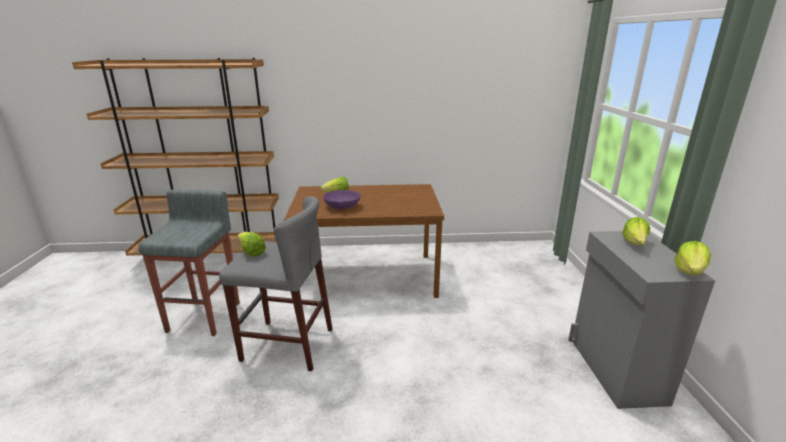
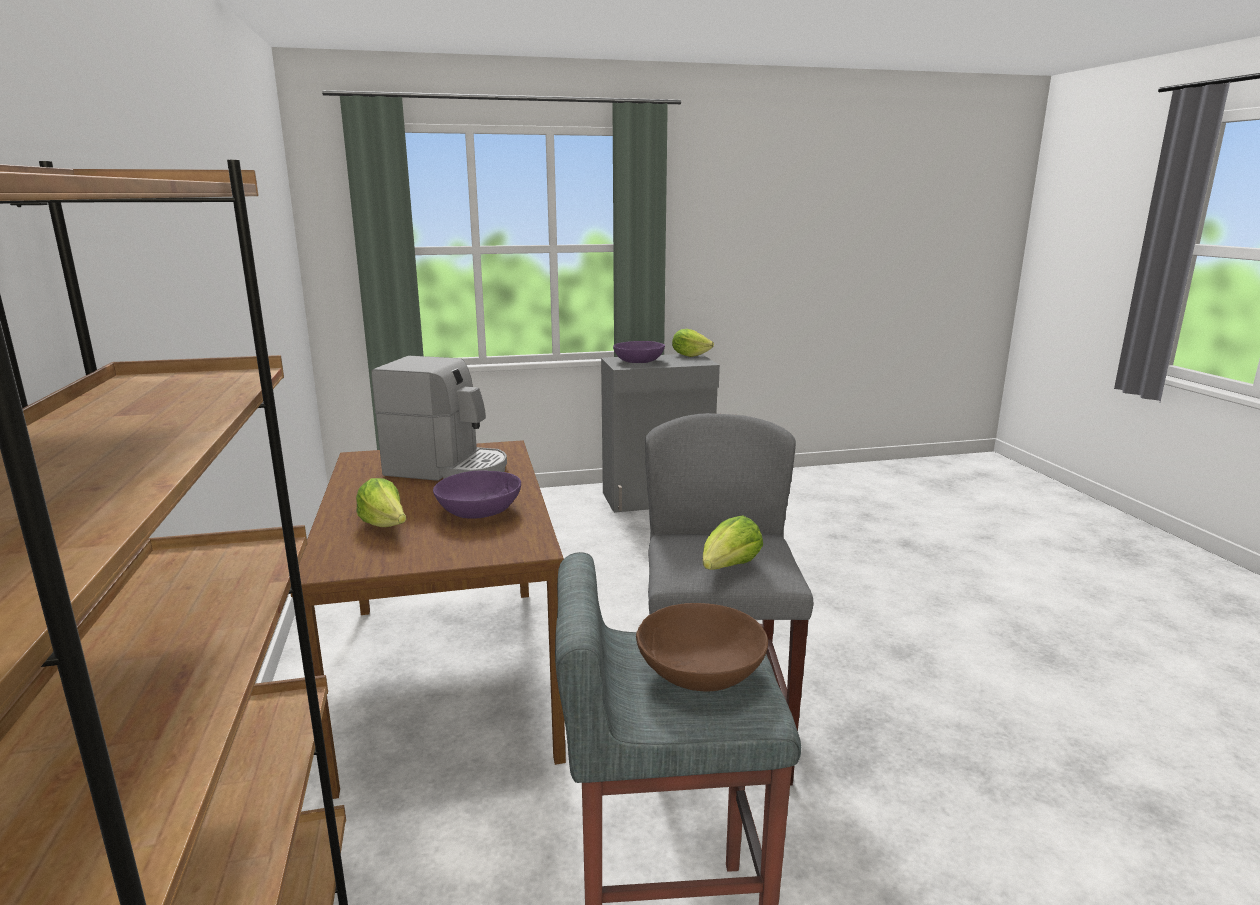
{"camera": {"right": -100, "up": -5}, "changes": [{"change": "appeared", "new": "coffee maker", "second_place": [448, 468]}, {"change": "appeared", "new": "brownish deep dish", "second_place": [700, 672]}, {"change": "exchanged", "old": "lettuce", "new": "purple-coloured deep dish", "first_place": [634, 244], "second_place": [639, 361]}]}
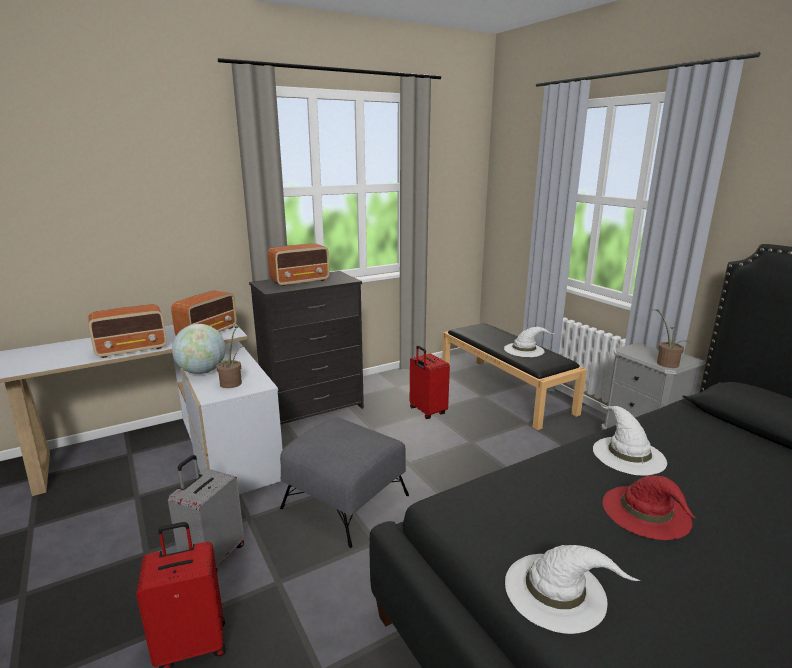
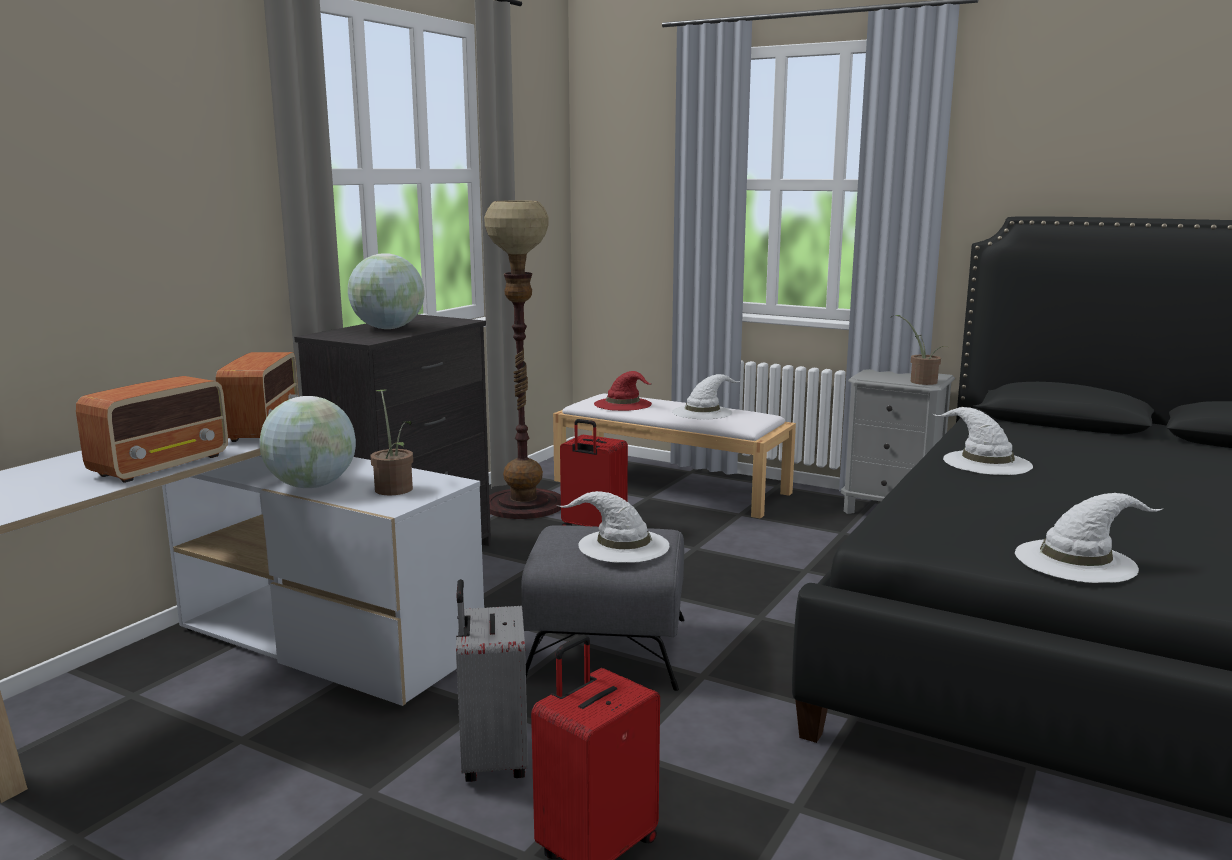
{"camera": {"right": -30, "up": -5}, "changes": [{"change": "appeared", "new": "standard lamp", "second_place": [524, 505]}, {"change": "appeared", "new": "white-coloured wearable hat", "second_place": [622, 545]}, {"change": "relocated", "old": "reddish wearable hat", "first_place": [647, 512], "second_place": [623, 404]}, {"change": "exchanged", "old": "radio", "new": "globe", "first_place": [301, 281], "second_place": [388, 328]}, {"change": "colour", "old": "black-coloured bench", "new": "white-coloured bench", "first_place": [506, 391], "second_place": [672, 487]}]}
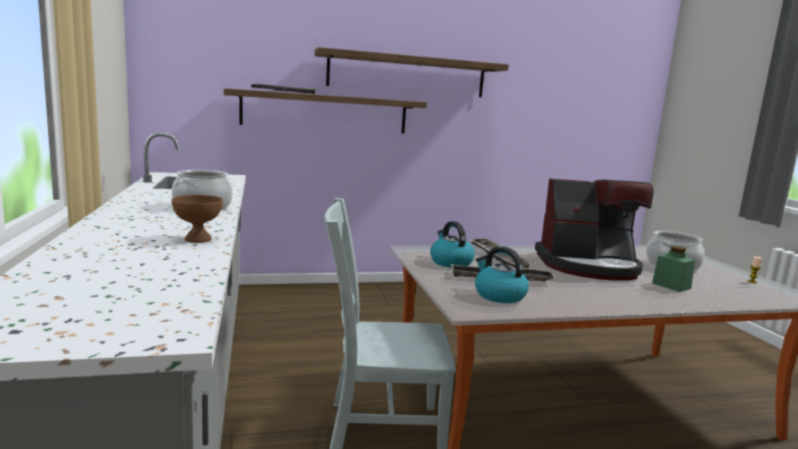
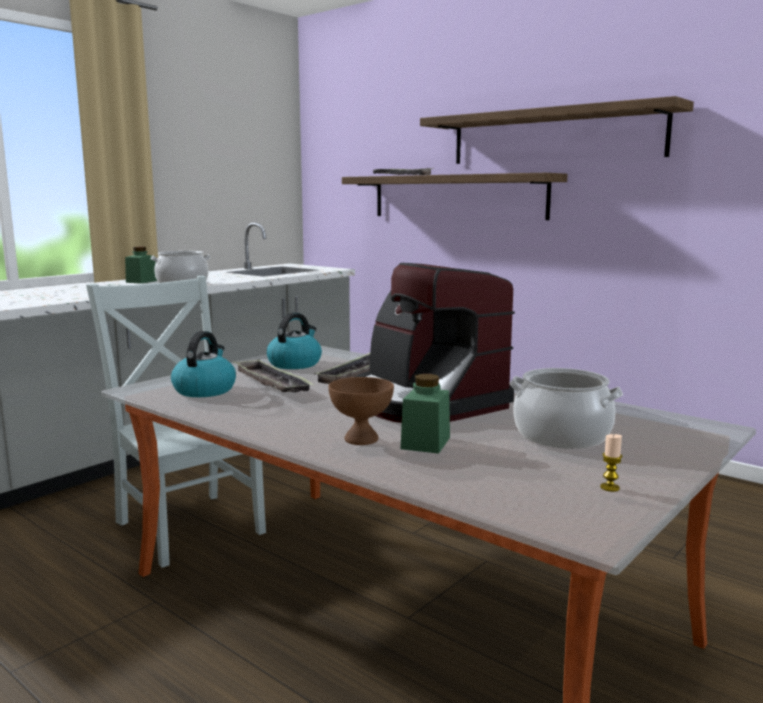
{"camera": {"right": 55, "up": 0}, "changes": [{"change": "appeared", "new": "green-coloured jar", "second_place": [142, 281]}, {"change": "relocated", "old": "brownish deep dish", "first_place": [198, 239], "second_place": [361, 439]}]}
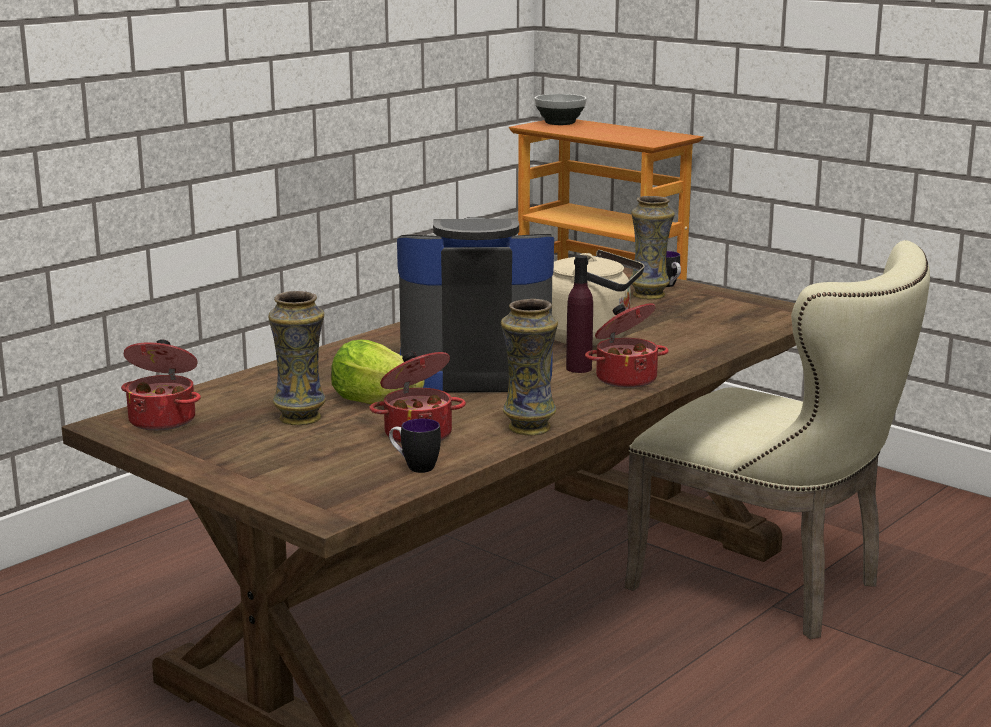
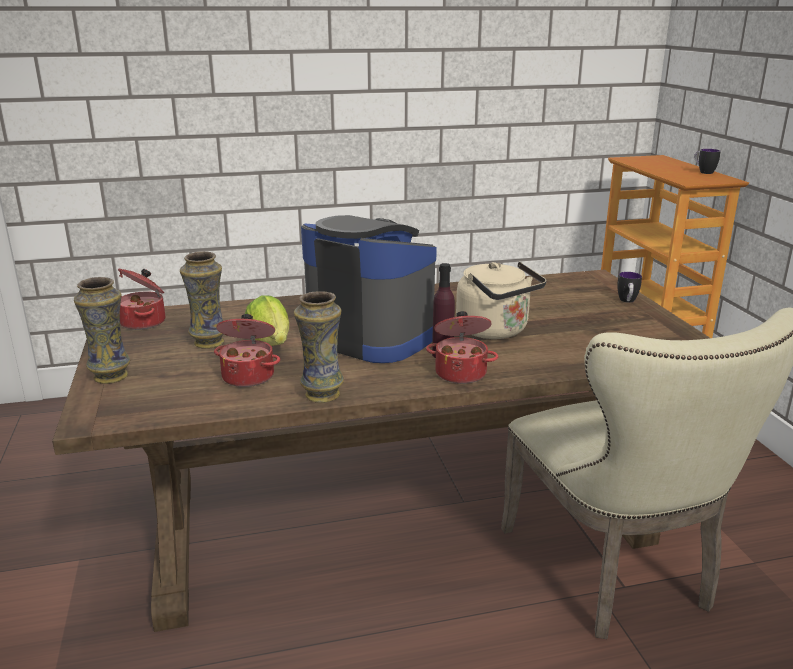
{"camera": {"right": 35, "up": 5}, "changes": [{"change": "missing", "old": "deep dish", "first_place": [559, 123]}, {"change": "relocated", "old": "mug", "first_place": [414, 467], "second_place": [703, 172]}, {"change": "relocated", "old": "decorative vase", "first_place": [649, 295], "second_place": [111, 377]}]}
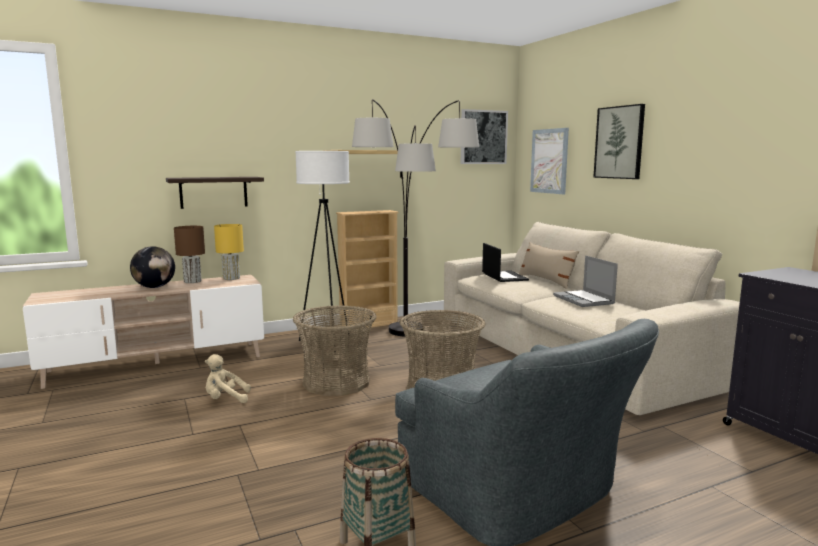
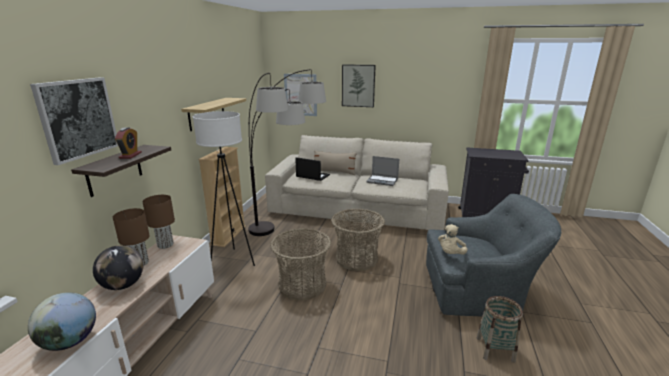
{"camera": {"right": -50, "up": 10}, "changes": [{"change": "appeared", "new": "globe", "second_place": [70, 342]}, {"change": "appeared", "new": "alarm clock", "second_place": [130, 155]}, {"change": "relocated", "old": "beige-coloured plush toy", "first_place": [225, 399], "second_place": [450, 254]}, {"change": "relocated", "old": "wall picture", "first_place": [483, 137], "second_place": [78, 118]}, {"change": "colour", "old": "yellow-coloured table lamp", "new": "brownish table lamp", "first_place": [231, 278], "second_place": [165, 245]}]}
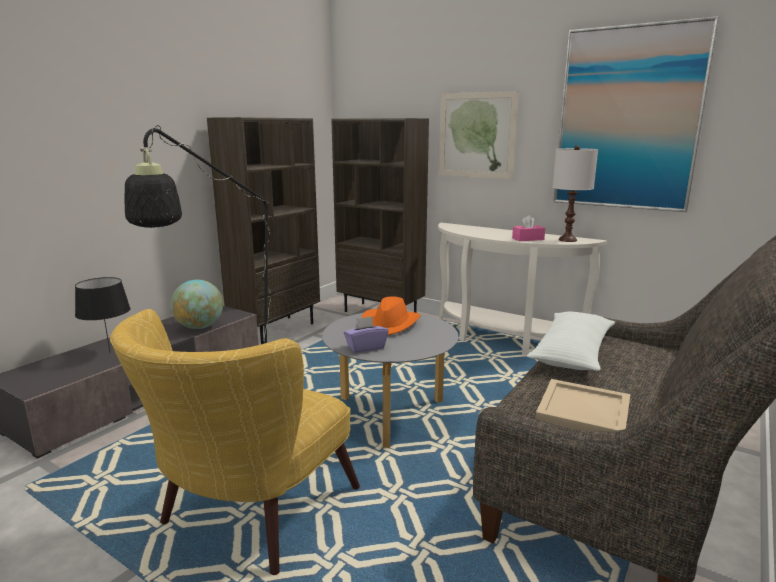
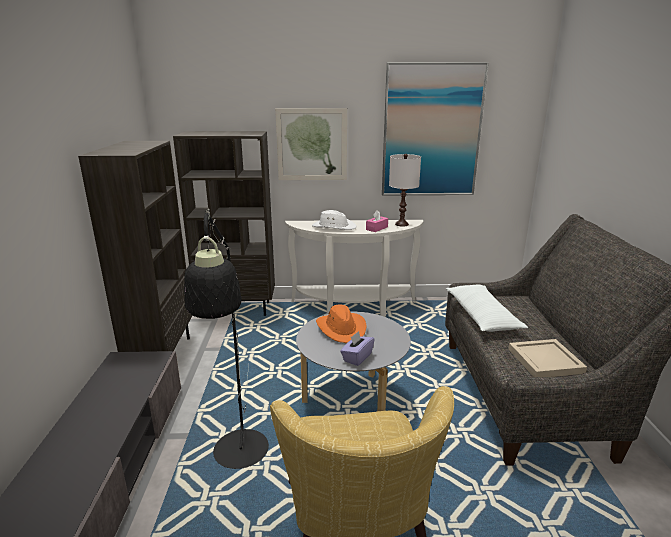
{"camera": {"right": -35, "up": 5}, "changes": [{"change": "missing", "old": "black-coloured table lamp", "first_place": [110, 353]}, {"change": "missing", "old": "globe", "first_place": [199, 327]}, {"change": "appeared", "new": "white-coloured wearable hat", "second_place": [333, 227]}]}
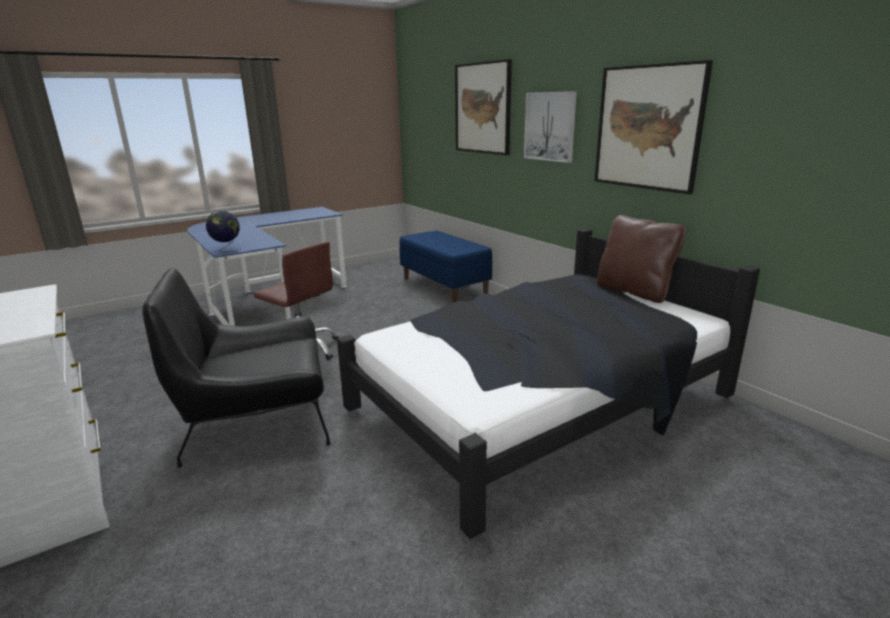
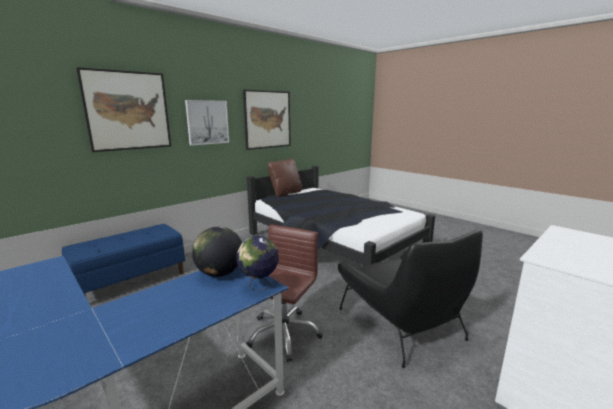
{"camera": {"right": -100, "up": -5}, "changes": [{"change": "appeared", "new": "globe", "second_place": [220, 273]}]}
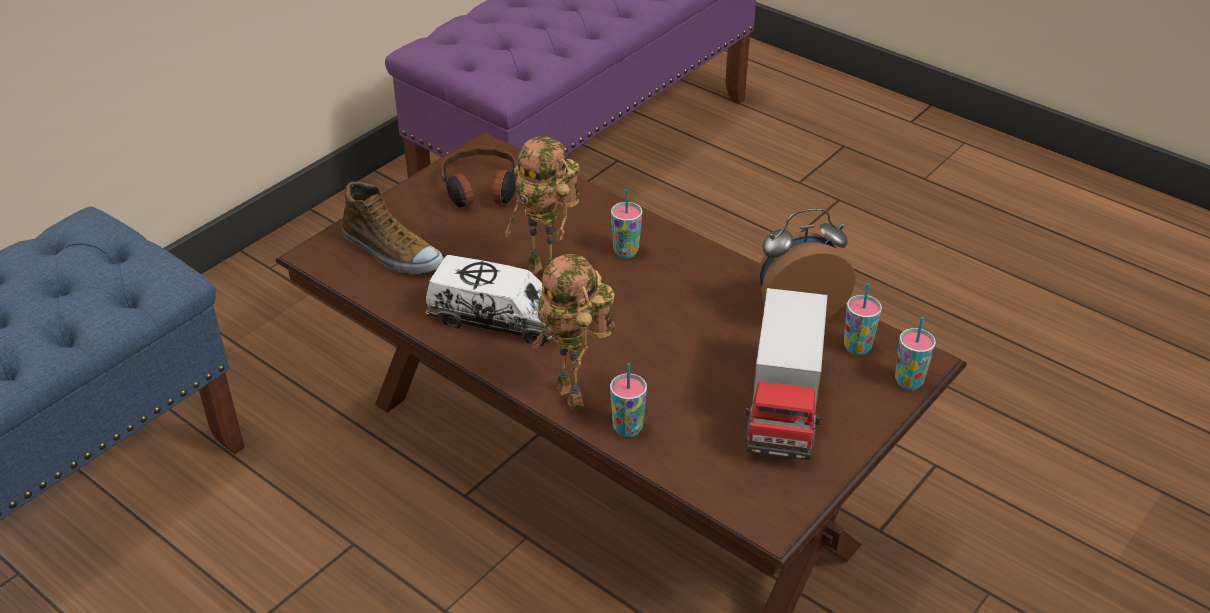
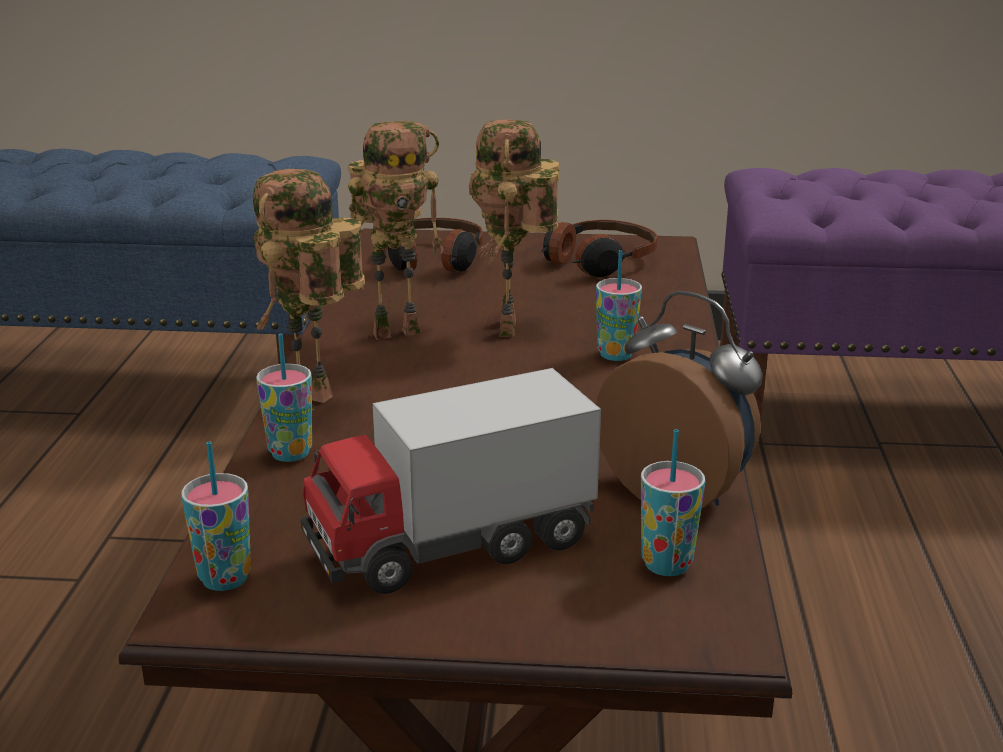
{"camera": {"right": 55, "up": -15}, "changes": [{"change": "relocated", "old": "cup", "first_place": [908, 382], "second_place": [225, 579]}, {"change": "exchanged", "old": "low shoe", "new": "headphones", "first_place": [391, 252], "second_place": [433, 260]}, {"change": "exchanged", "old": "toy lorry", "new": "robot figure", "first_place": [497, 318], "second_place": [398, 331]}]}
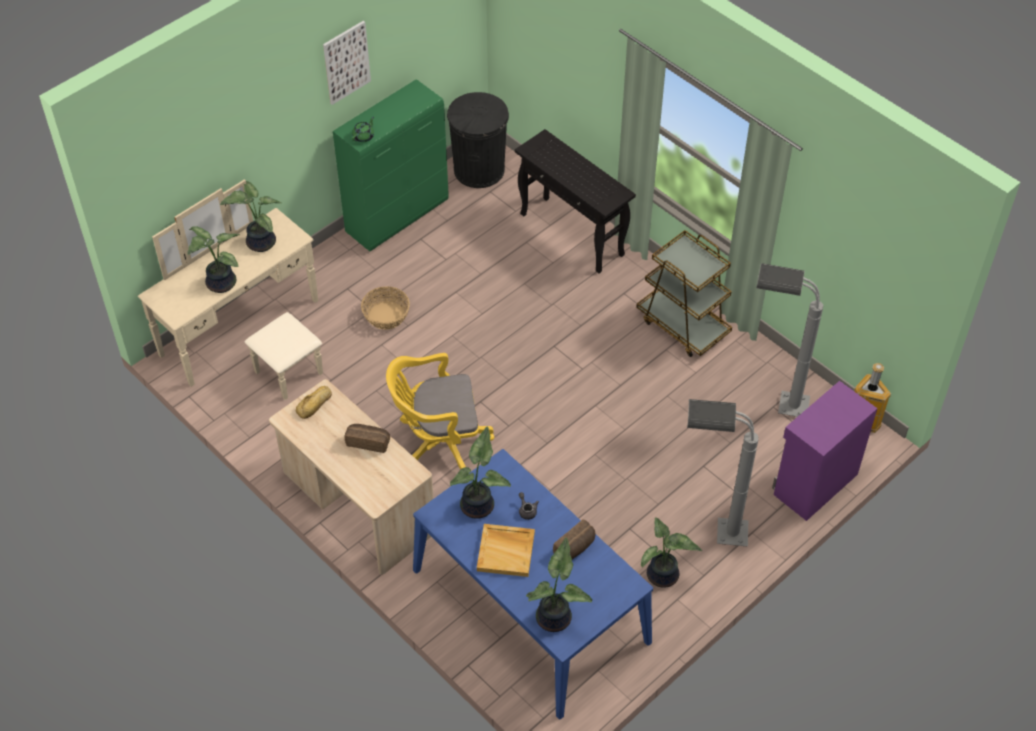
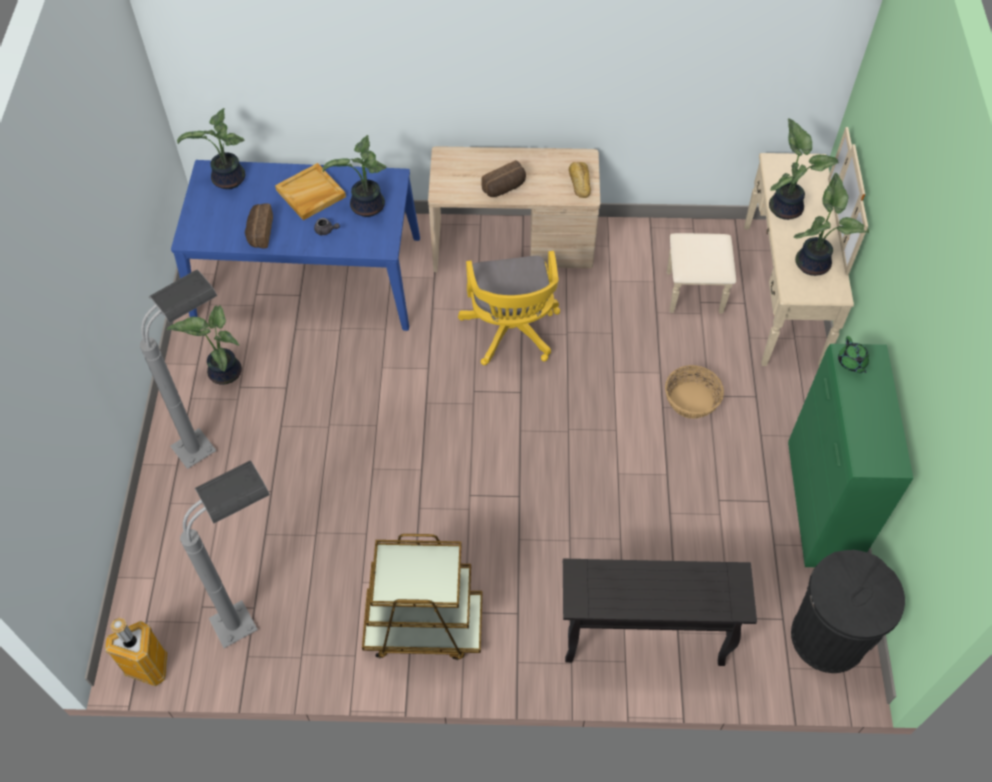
{"camera": {"right": 135, "up": 5}, "changes": [{"change": "missing", "old": "wall picture", "first_place": [346, 62]}, {"change": "missing", "old": "purple-coloured cabinet", "first_place": [814, 484]}, {"change": "spun", "old": "yellow-coloured computer chair", "first_place": [438, 442], "second_place": [511, 333], "degrees": 135}]}
